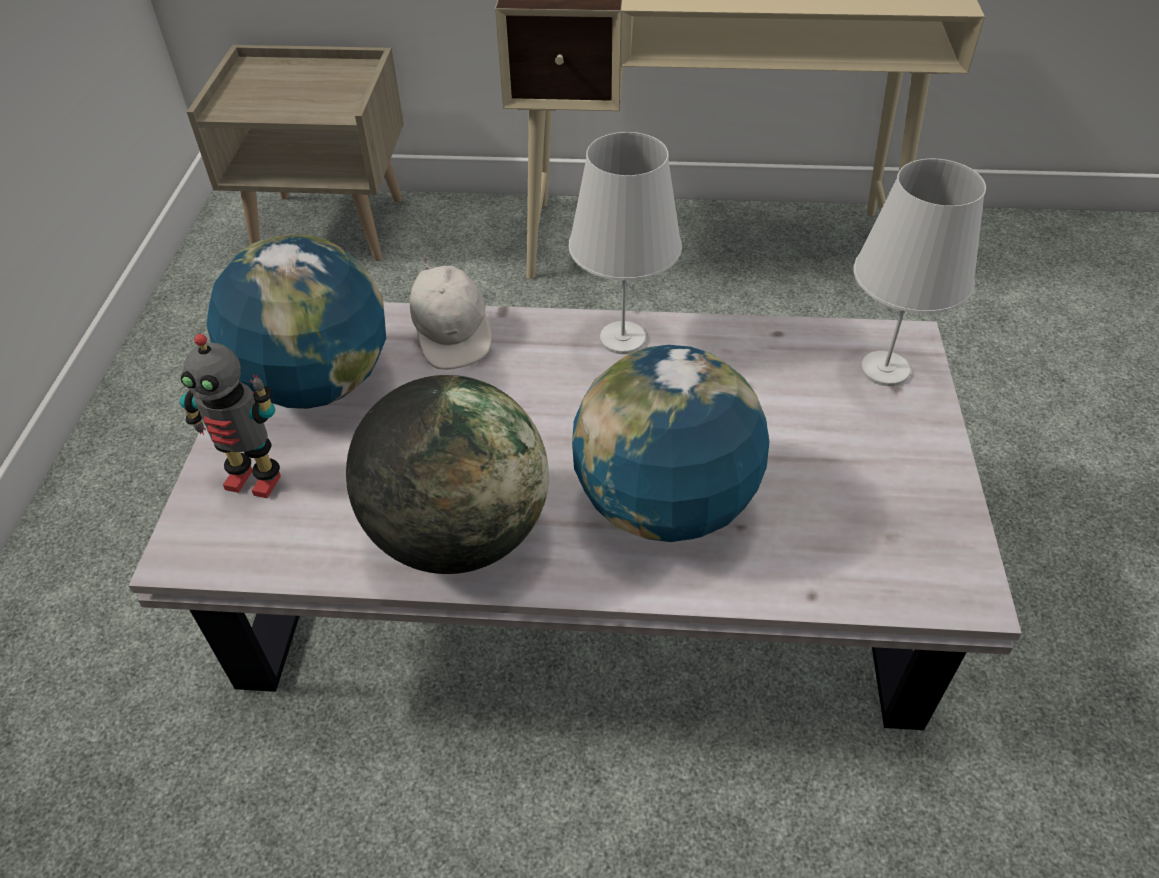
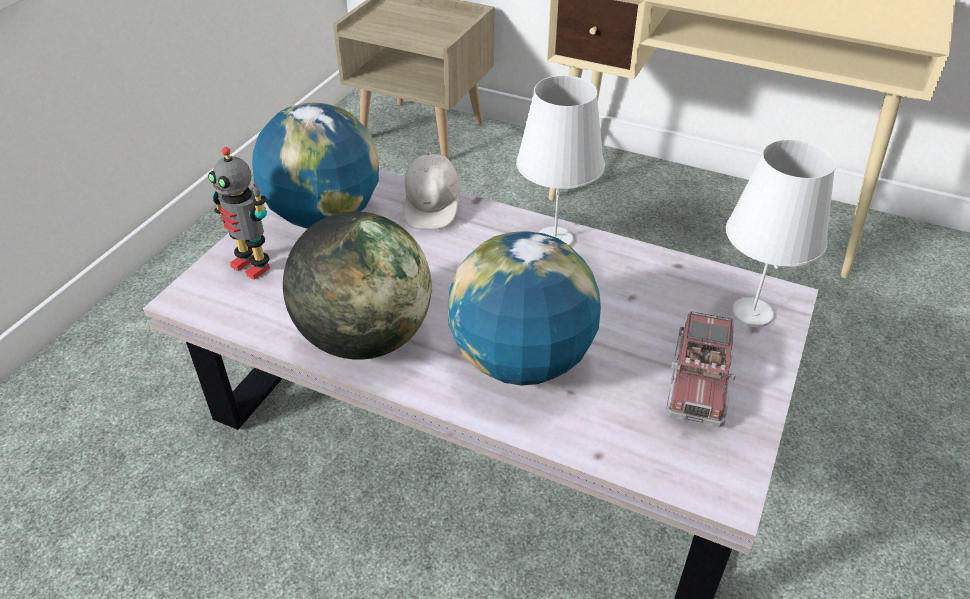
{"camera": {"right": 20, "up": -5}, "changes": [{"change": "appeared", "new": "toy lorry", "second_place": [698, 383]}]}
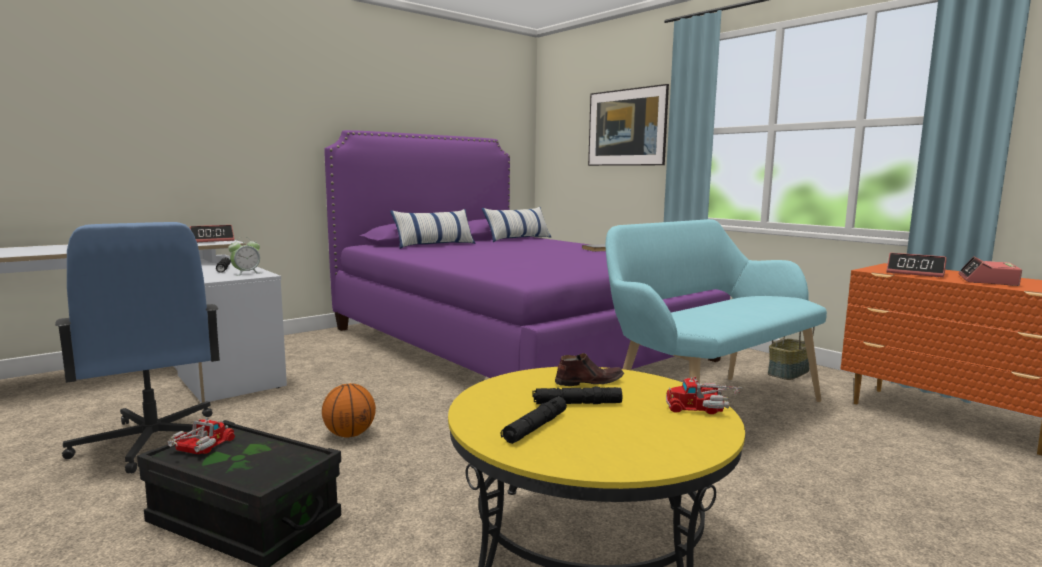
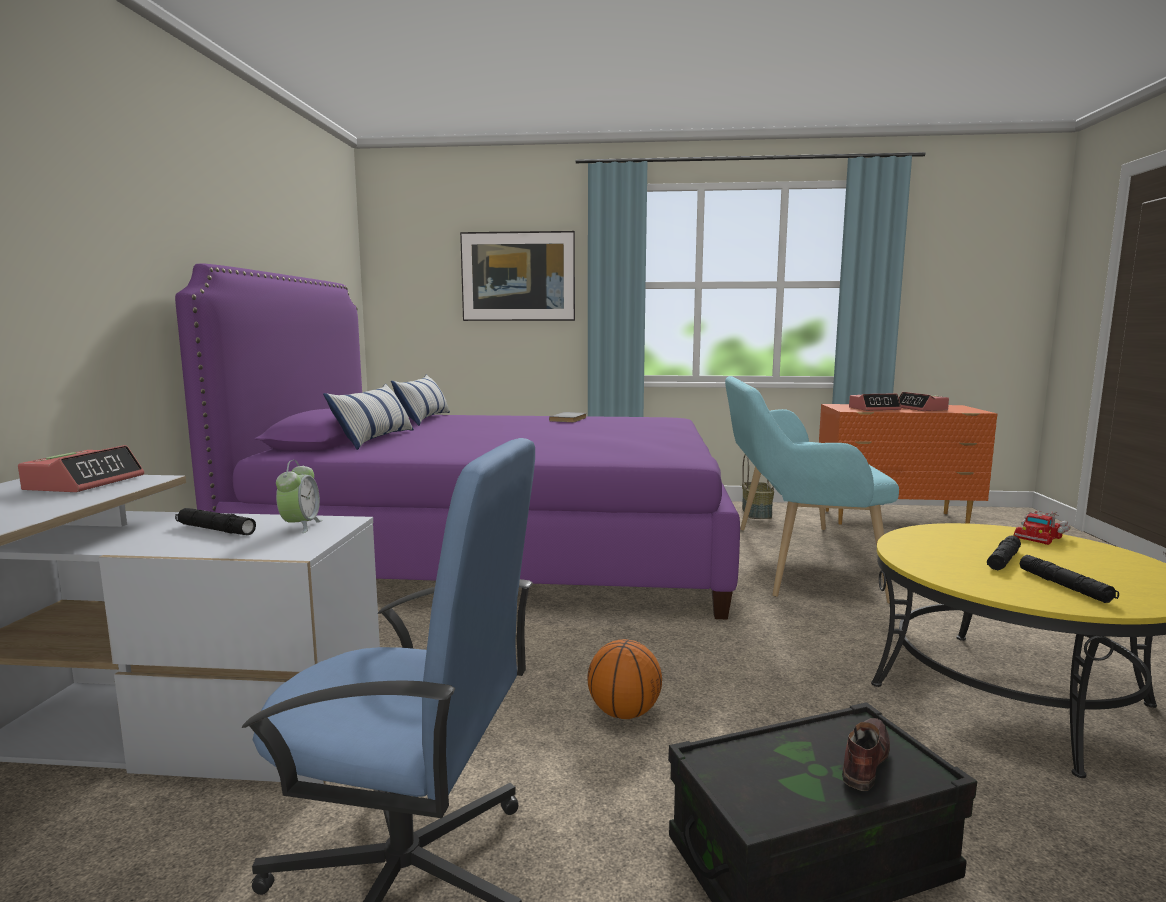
{"camera": {"right": -45, "up": 0}, "changes": [{"change": "missing", "old": "toy lorry", "first_place": [199, 449]}, {"change": "relocated", "old": "brownish low shoe", "first_place": [589, 382], "second_place": [864, 761]}]}
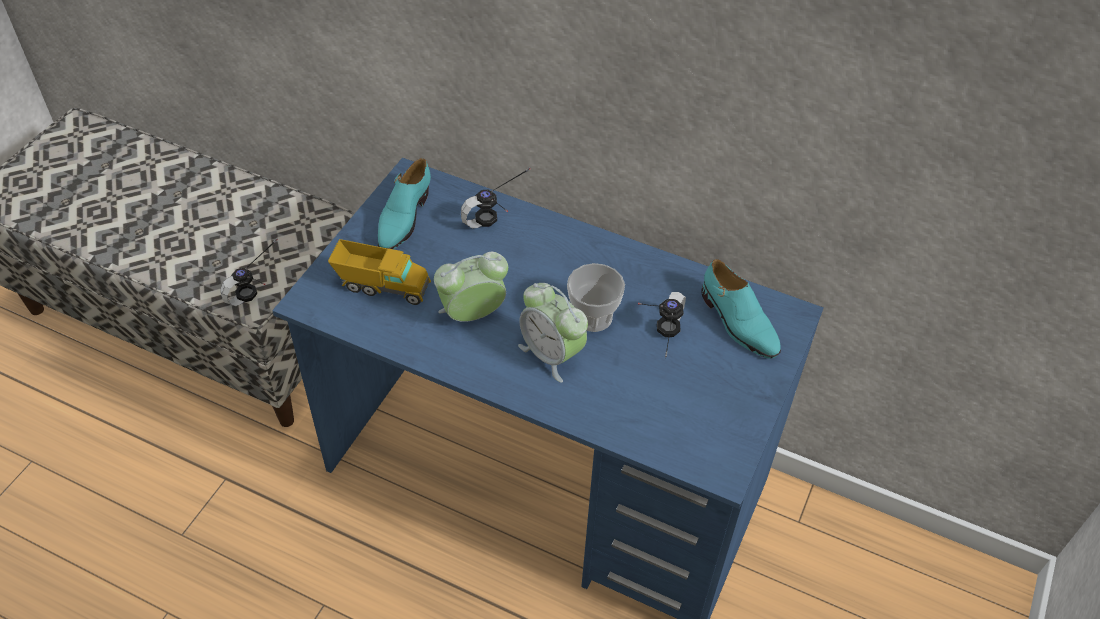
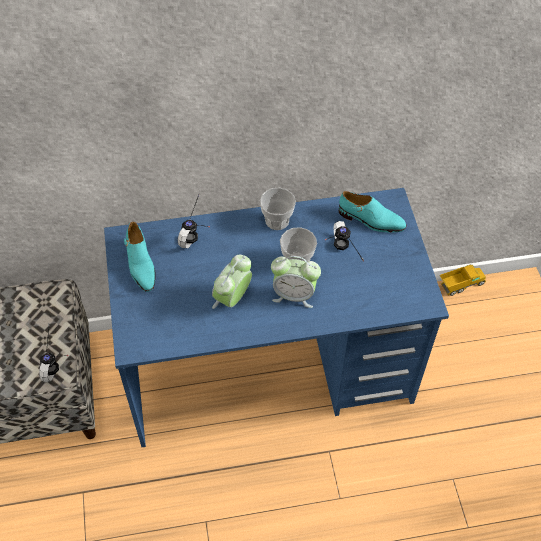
{"camera": {"right": -35, "up": 5}, "changes": [{"change": "appeared", "new": "cup", "second_place": [277, 221]}, {"change": "relocated", "old": "toy lorry", "first_place": [382, 287], "second_place": [460, 286]}]}
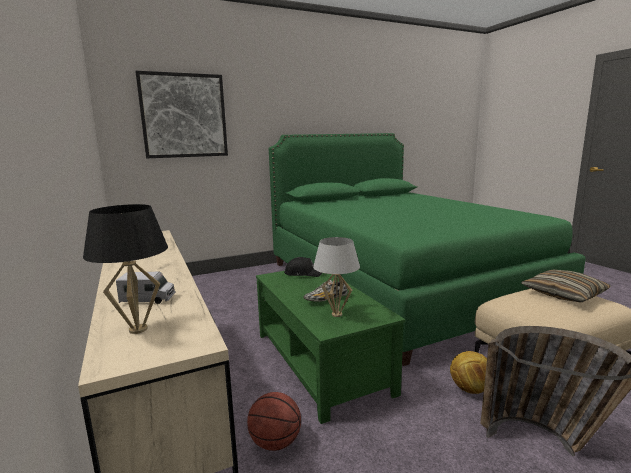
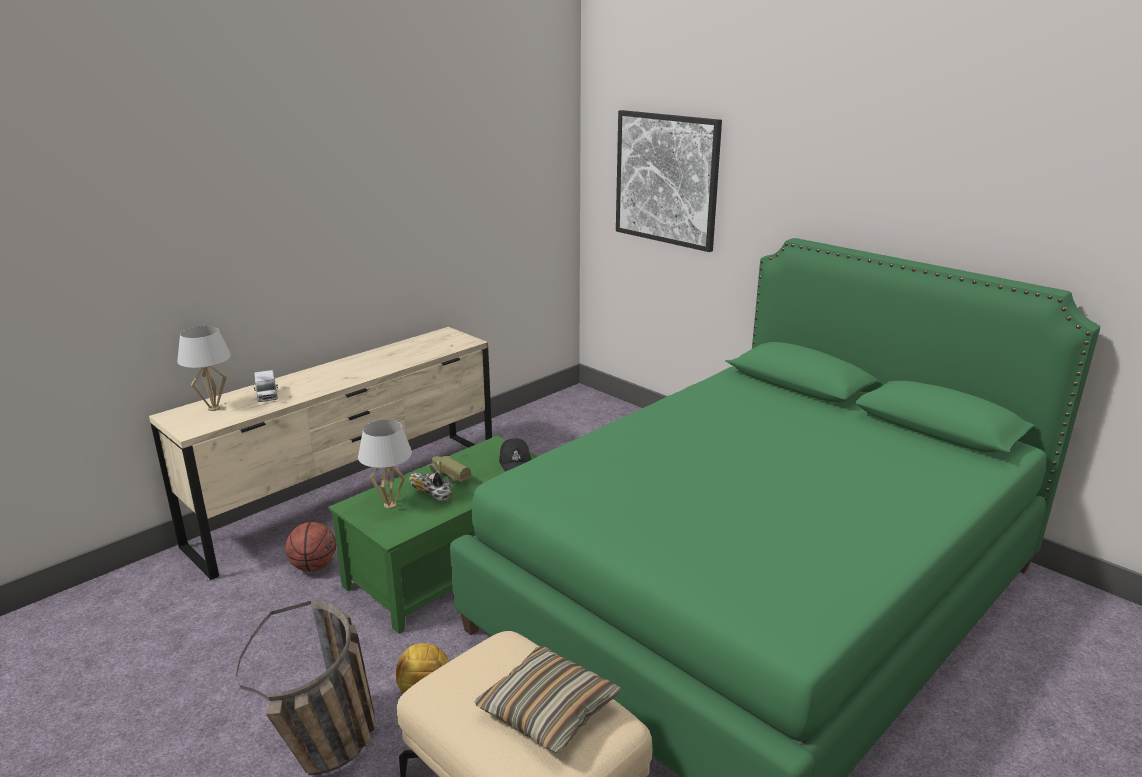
{"camera": {"right": 70, "up": 10}, "changes": [{"change": "appeared", "new": "toy lorry", "second_place": [449, 477]}, {"change": "colour", "old": "black-coloured table lamp", "new": "white-coloured table lamp", "first_place": [138, 329], "second_place": [214, 408]}]}
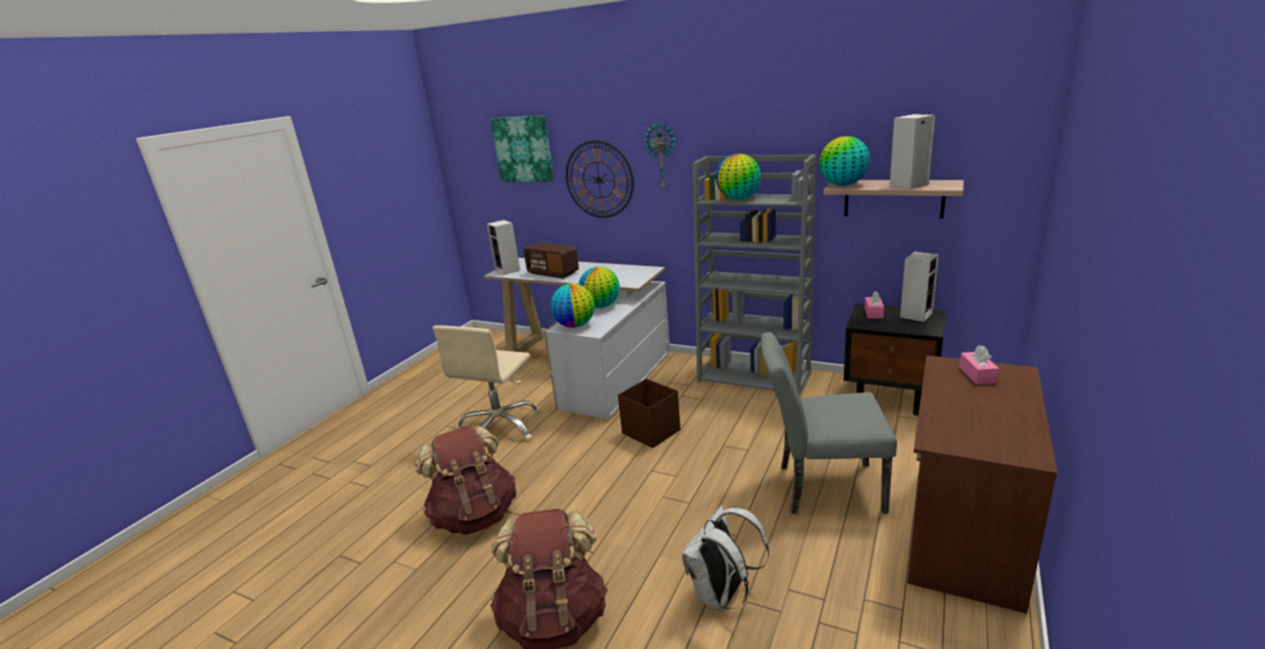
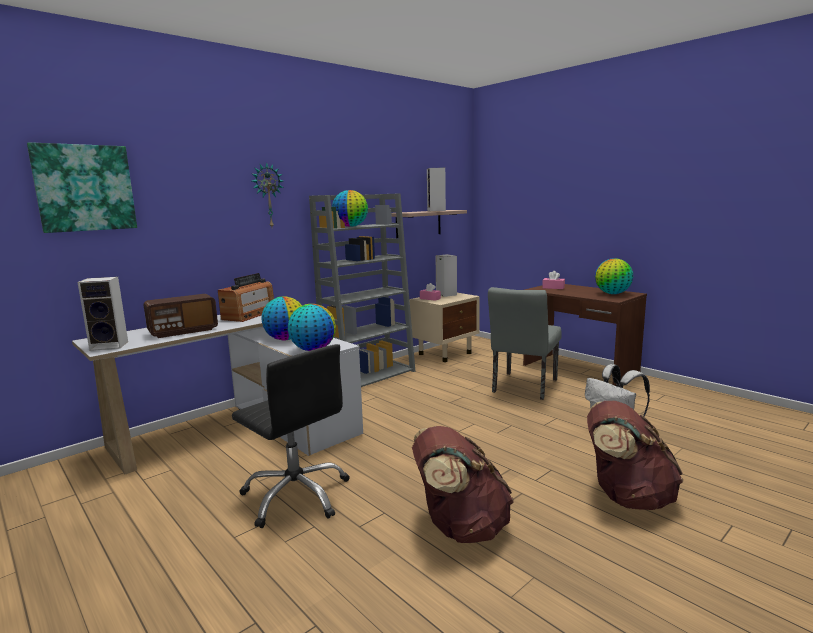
{"camera": {"right": -70, "up": -10}, "changes": [{"change": "missing", "old": "wall clock", "first_place": [599, 179]}, {"change": "missing", "old": "brownish storage bin", "first_place": [651, 431]}, {"change": "appeared", "new": "radio", "second_place": [249, 315]}, {"change": "relocated", "old": "globe", "first_place": [843, 185], "second_place": [612, 294]}, {"change": "colour", "old": "beige-coloured computer chair", "new": "black-coloured computer chair", "first_place": [500, 428], "second_place": [296, 495]}, {"change": "colour", "old": "black-coloured nightstand", "new": "beige-coloured nightstand", "first_place": [891, 397], "second_place": [445, 353]}]}
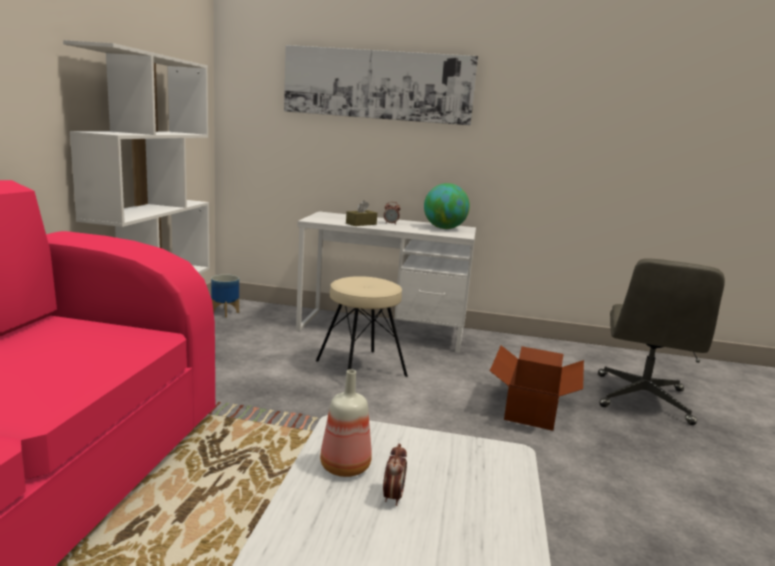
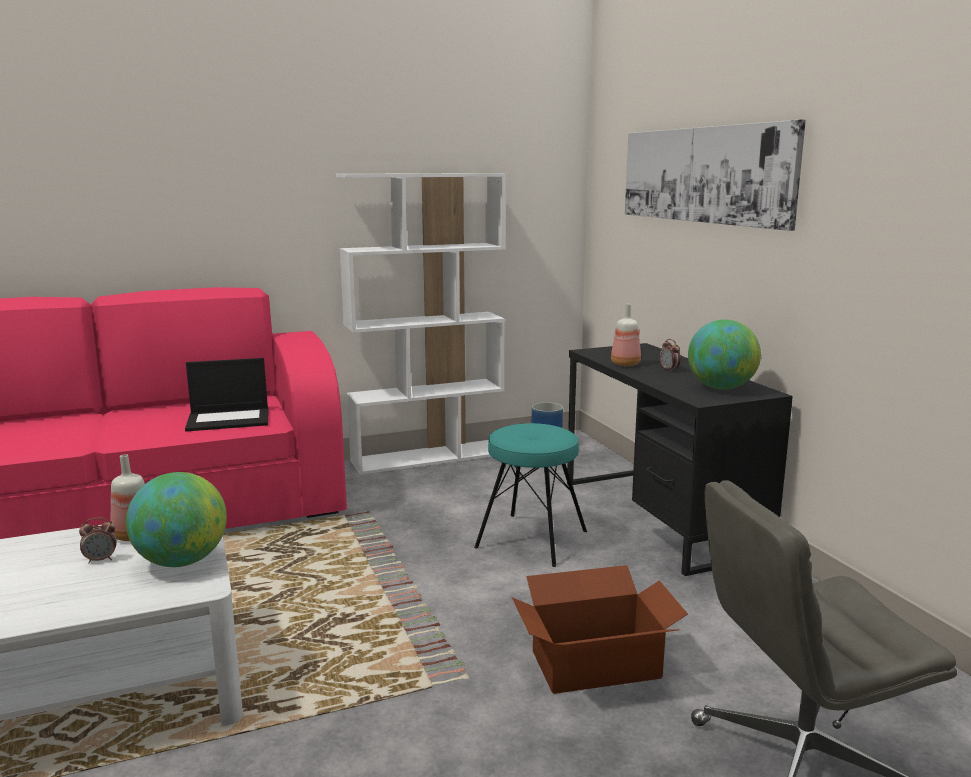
{"camera": {"right": 60, "up": 0}, "changes": [{"change": "appeared", "new": "globe", "second_place": [182, 561]}, {"change": "appeared", "new": "notebook computer", "second_place": [229, 419]}, {"change": "exchanged", "old": "brownish tissue box", "new": "bottle", "first_place": [361, 224], "second_place": [626, 364]}, {"change": "colour", "old": "white-coloured desk table", "new": "black-coloured desk table", "first_place": [382, 329], "second_place": [659, 517]}, {"change": "colour", "old": "beige-coloured stool seat", "new": "turquoise-coloured stool seat", "first_place": [360, 368], "second_place": [531, 539]}]}
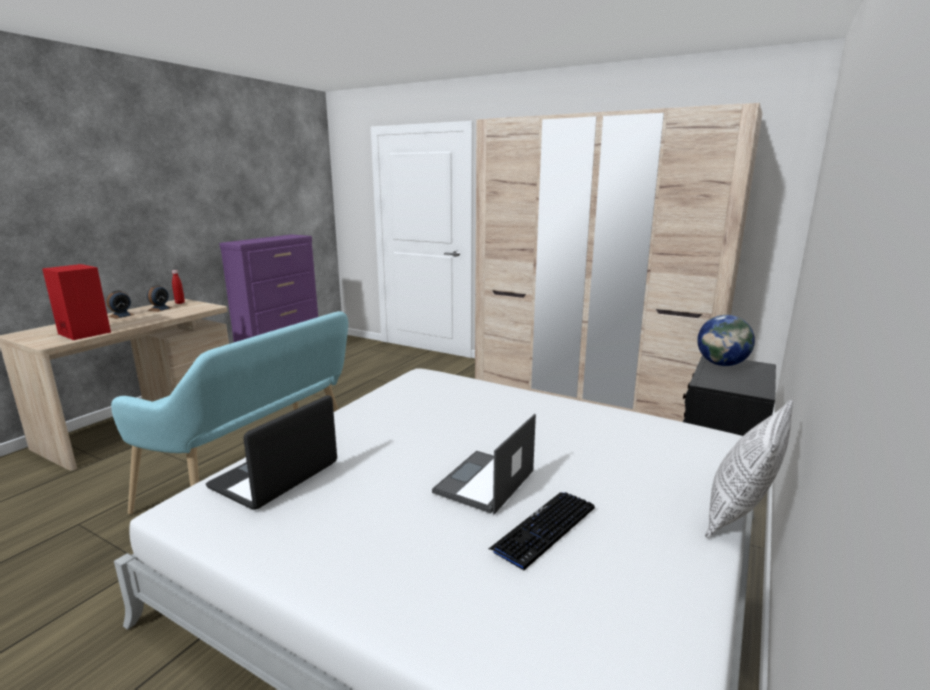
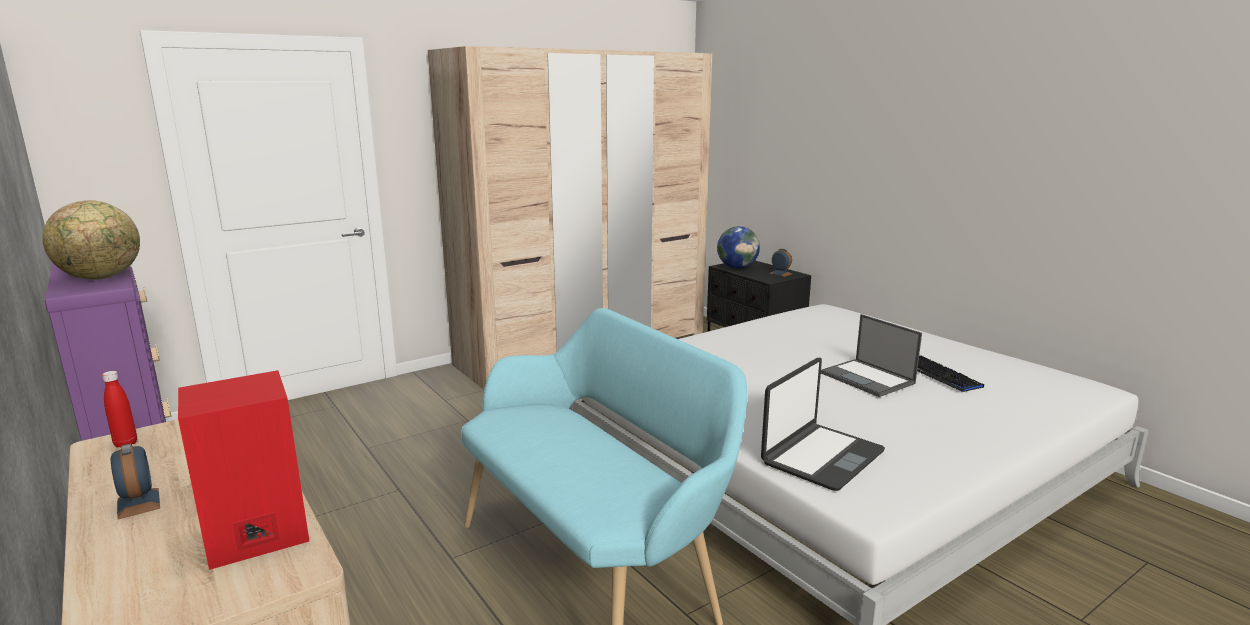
{"camera": {"right": -65, "up": 0}, "changes": [{"change": "missing", "old": "pillow", "first_place": [739, 515]}, {"change": "appeared", "new": "globe", "second_place": [102, 278]}, {"change": "relocated", "old": "alarm clock", "first_place": [160, 309], "second_place": [780, 273]}, {"change": "spun", "old": "notebook computer", "first_place": [275, 476], "second_place": [821, 457], "degrees": -105}]}
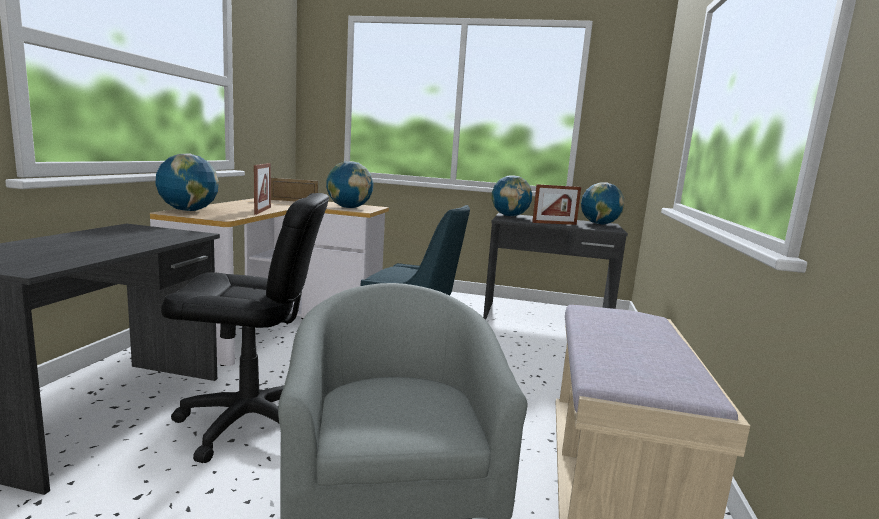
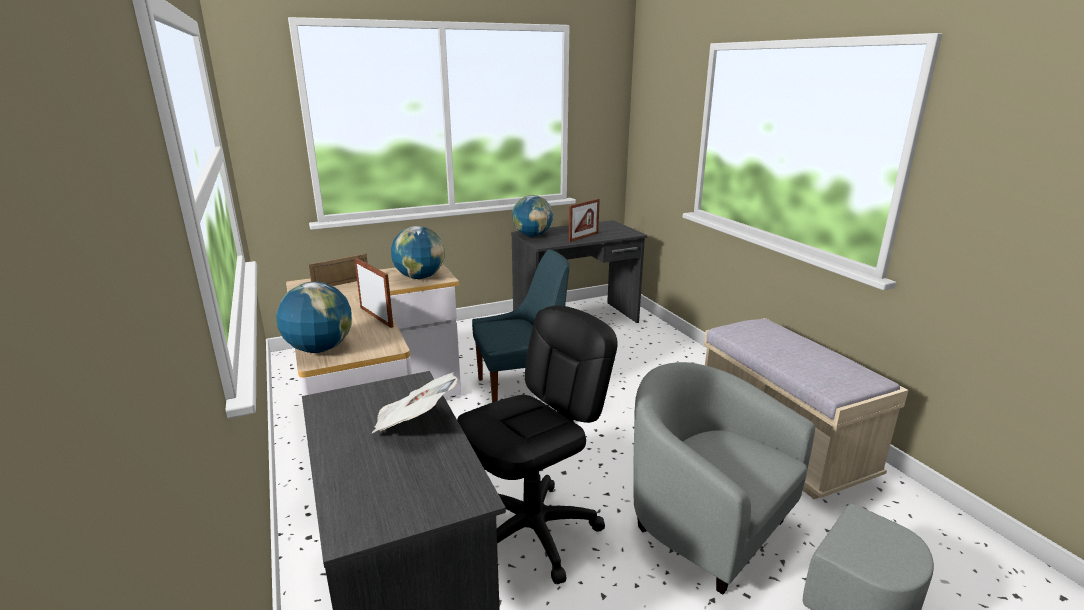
{"camera": {"right": -35, "up": 10}, "changes": [{"change": "missing", "old": "globe", "first_place": [599, 224]}, {"change": "appeared", "new": "printed paper", "second_place": [415, 422]}]}
